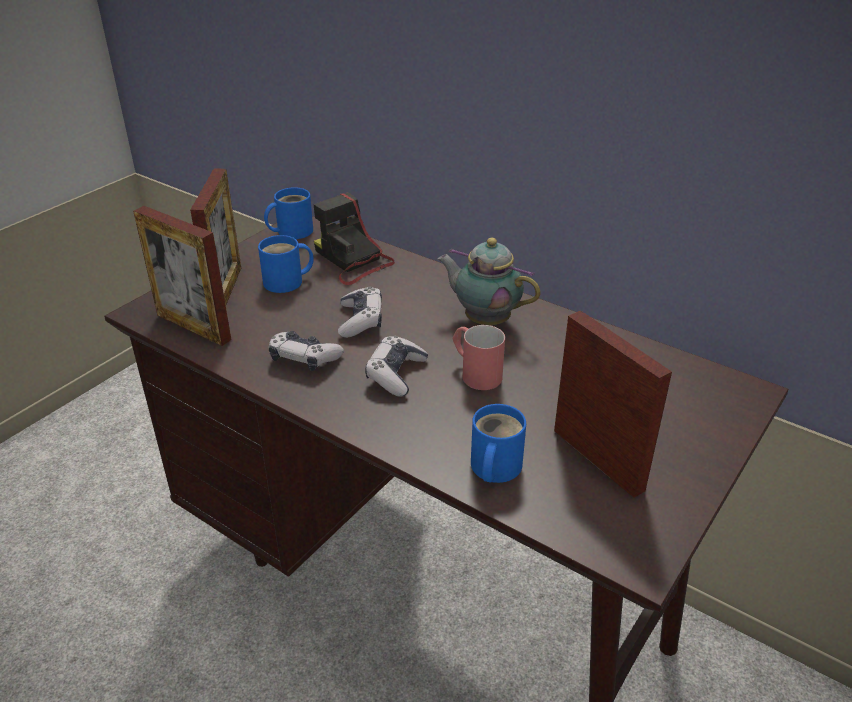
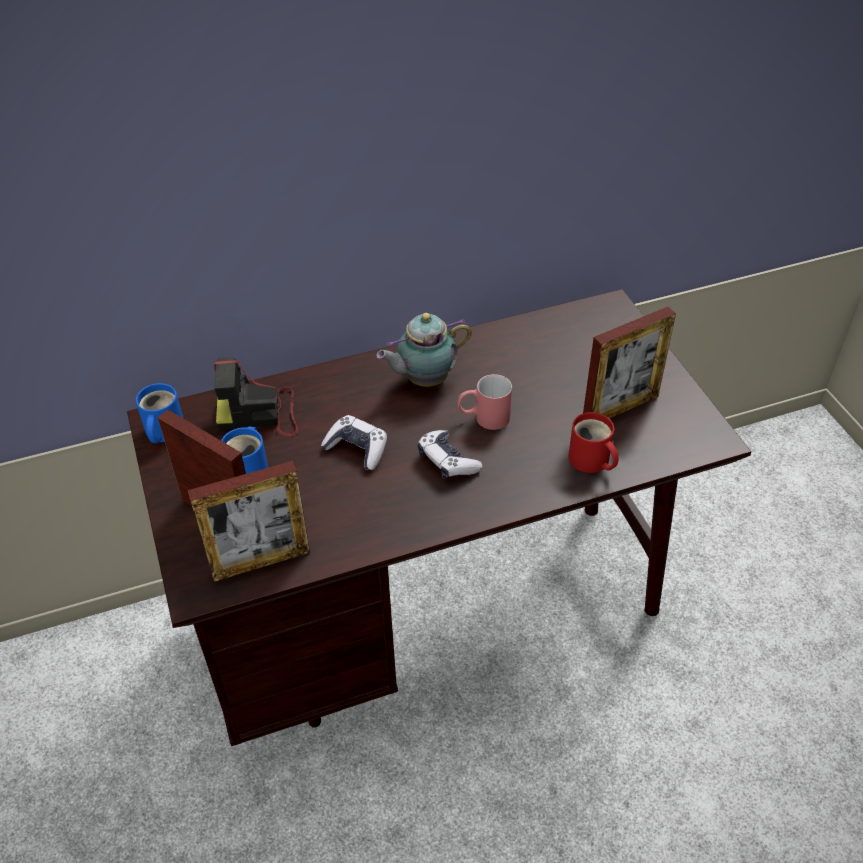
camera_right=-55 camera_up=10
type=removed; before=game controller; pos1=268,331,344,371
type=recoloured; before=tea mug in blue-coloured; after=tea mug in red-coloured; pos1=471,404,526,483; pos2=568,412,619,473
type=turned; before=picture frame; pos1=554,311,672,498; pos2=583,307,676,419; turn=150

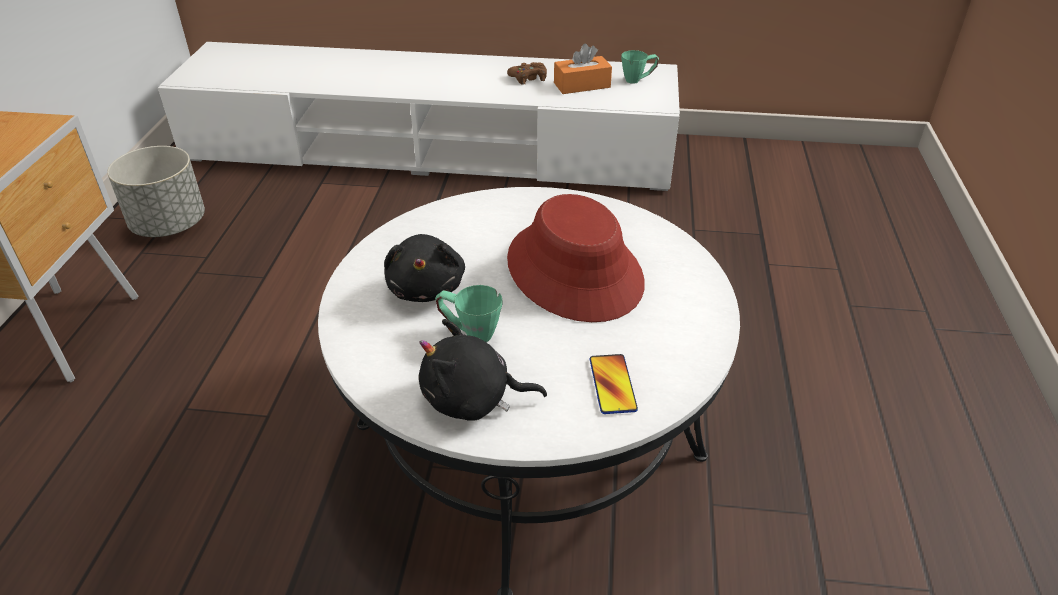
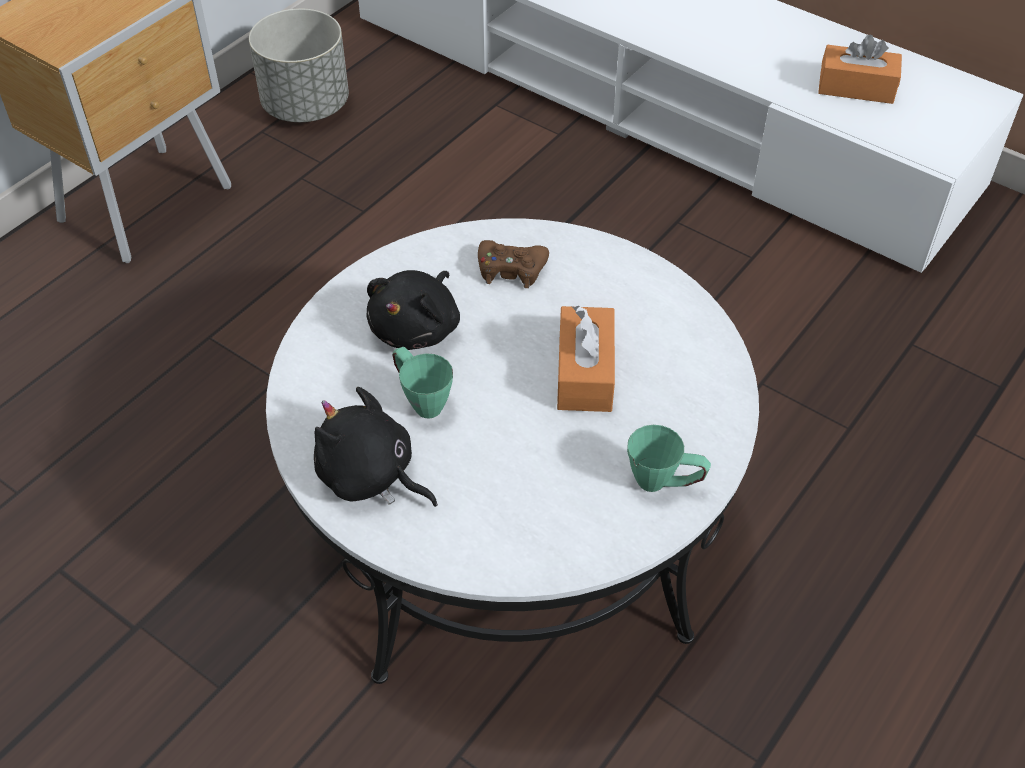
camera_right=30 camera_up=10
type=removed; before=phone; pos1=590,354,638,414
type=moved; before=game controller in brown; pos1=507,62,547,85; pos2=478,240,549,288
type=moved; before=tea mug in green; pos1=621,50,659,84; pos2=627,425,711,492
type=replaced; before=wearable hat in red-coloured; after=tissue holder in orangey; pos1=507,194,645,322; pos2=557,306,615,412

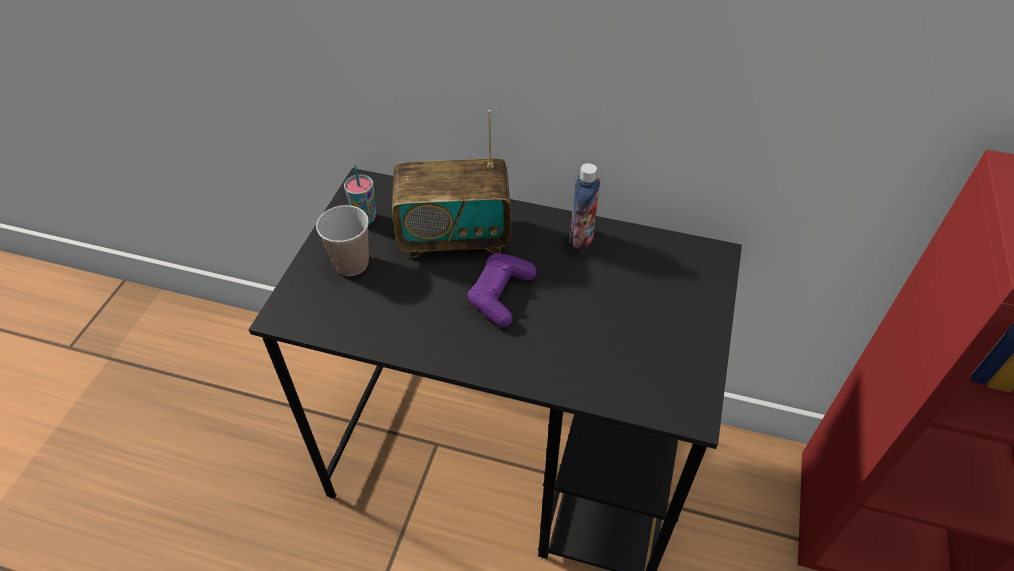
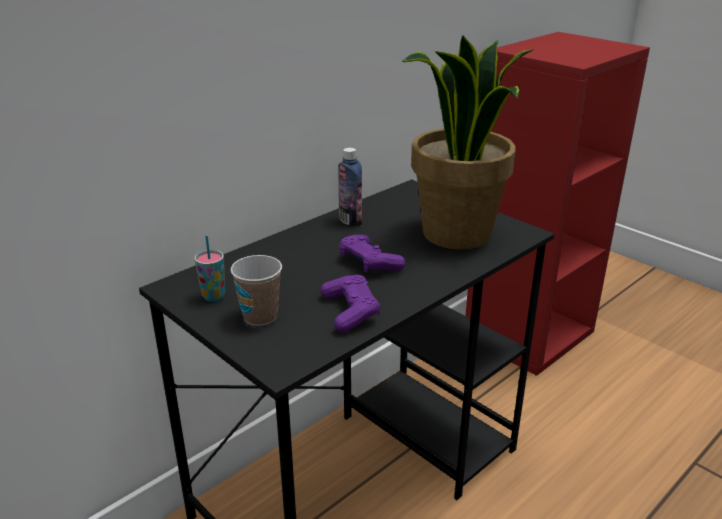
camera_right=-60 camera_up=-20
type=removed; before=radio set; pos1=392,110,511,258
type=added; after=game controller in purplish; pos2=321,275,380,333
type=added; after=potted plant; pos2=401,35,534,250

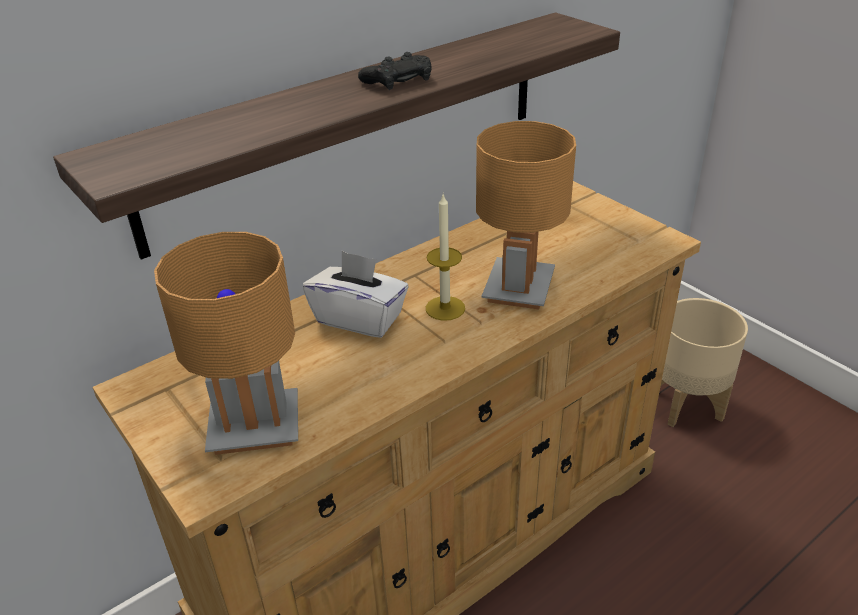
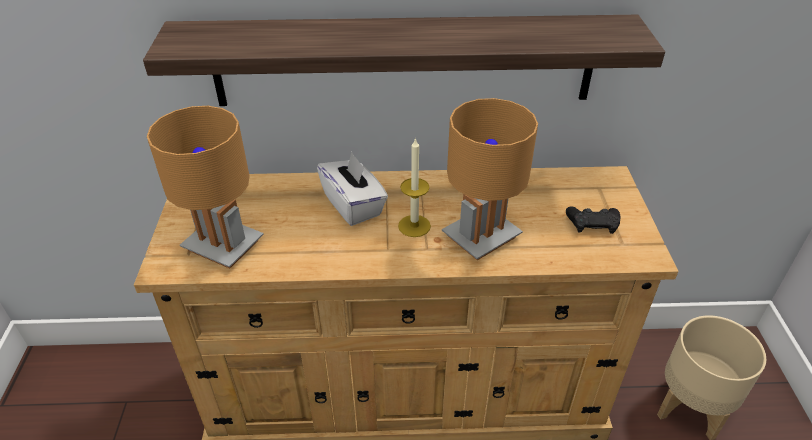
camera_right=35 camera_up=5
type=moved; before=game controller in black-coloured; pos1=358,52,431,90; pos2=566,206,620,234

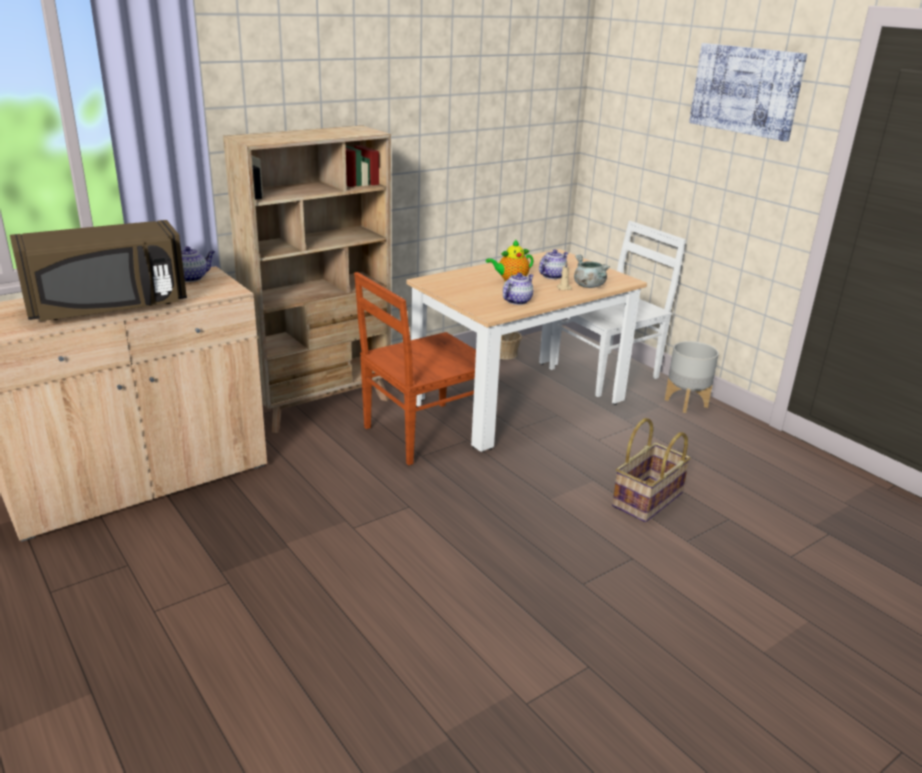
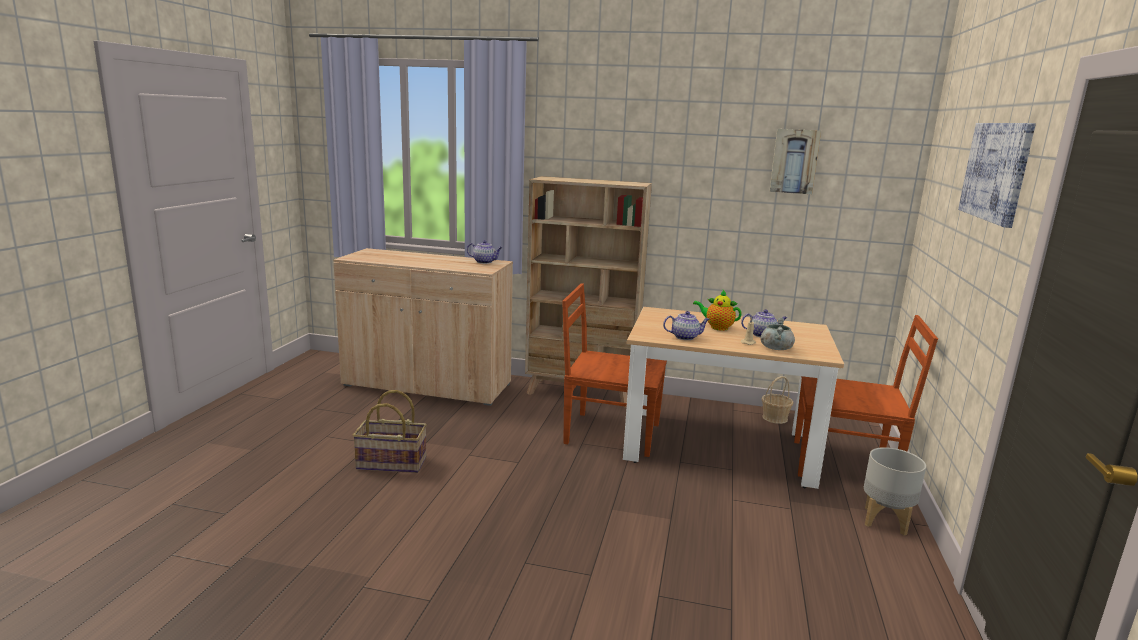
camera_right=50 camera_up=-10
type=removed; before=microwave oven in brown; pos1=10,220,187,321
type=added; after=wall picture; pos2=769,129,821,194
type=moved; before=basket; pos1=612,418,691,522; pos2=353,390,427,473
type=recoloured; before=upright chair in white; after=upright chair in brown; pos1=549,221,686,397; pos2=794,315,938,477

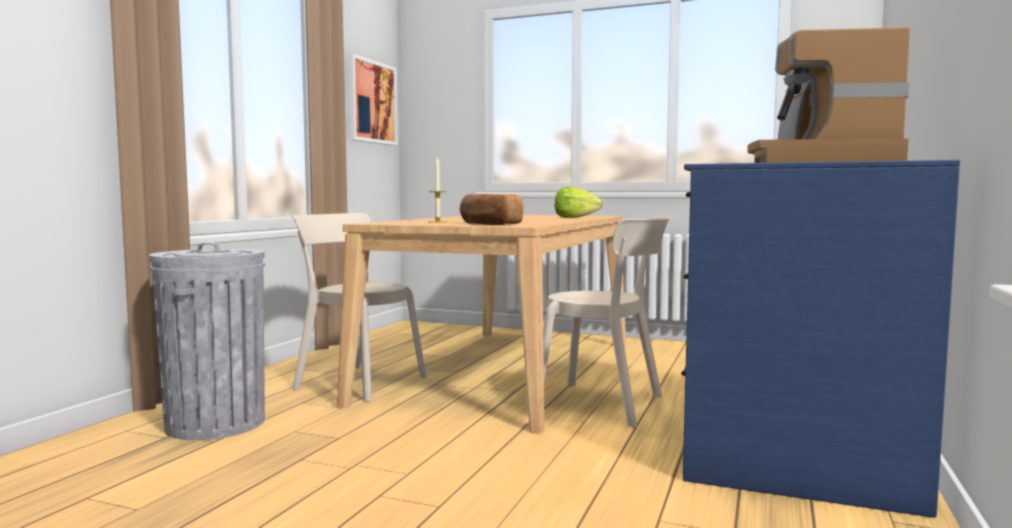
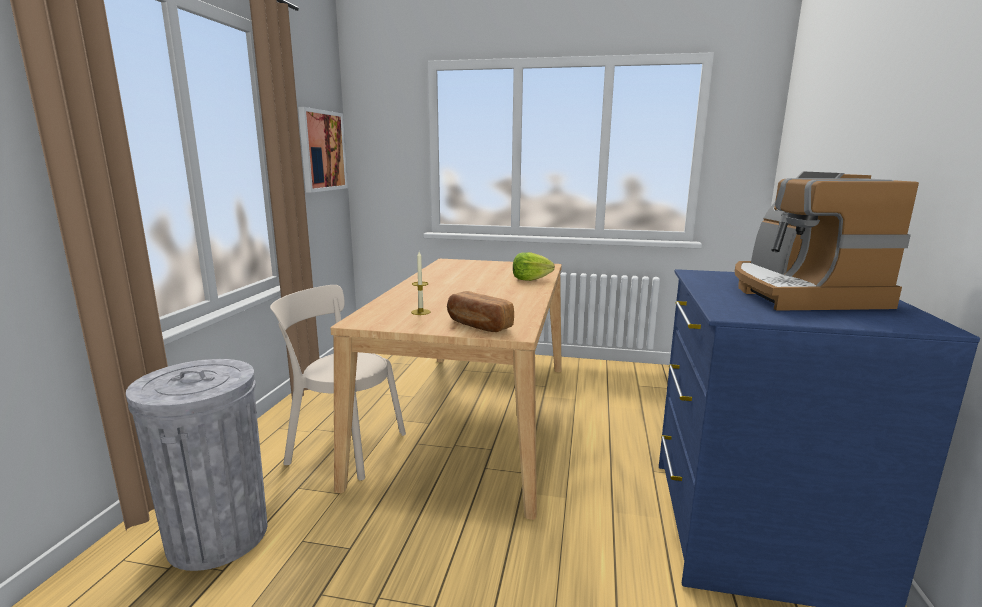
camera_right=-10 camera_up=10
type=removed; before=upright chair in sand-coloured; pos1=543,216,670,428

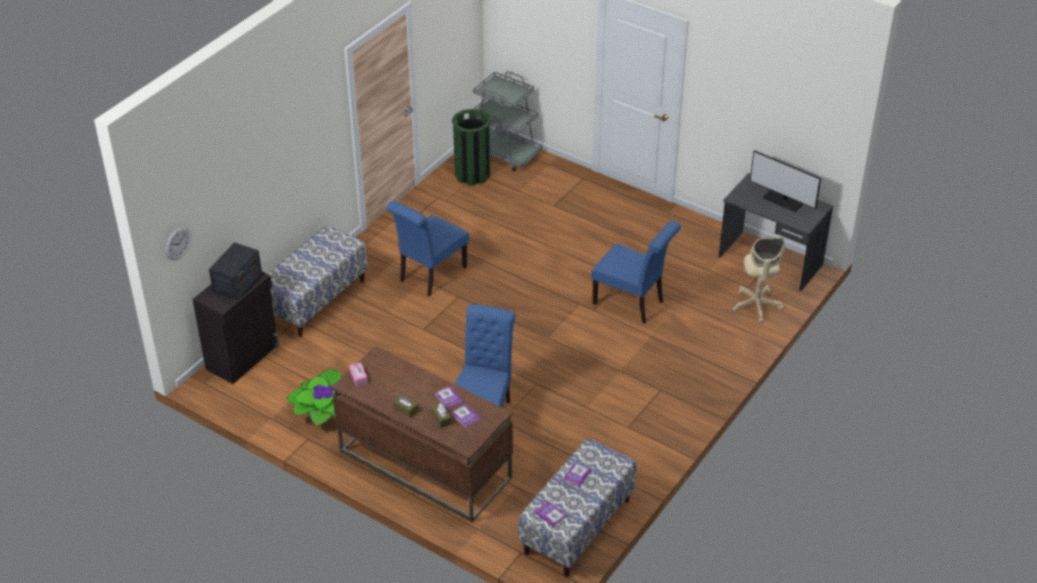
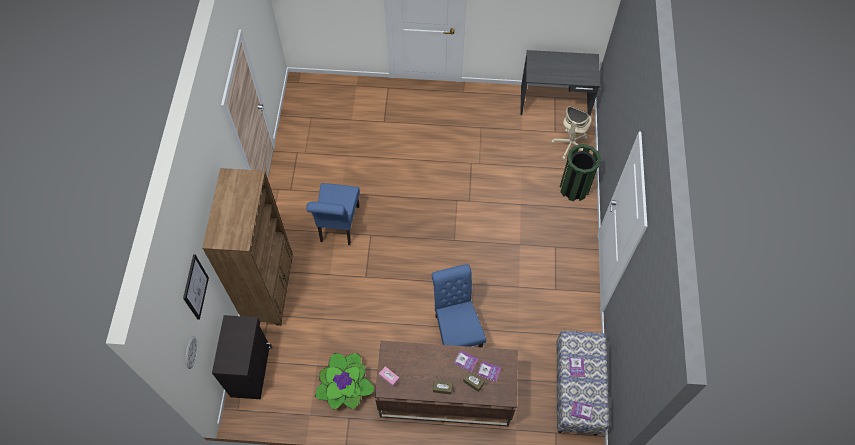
camera_right=-30 camera_up=20
type=removed; before=radio set; pos1=209,242,262,300
type=removed; before=trolley in greyish; pos1=473,71,543,171
type=removed; before=upright chair in blue-coloured; pos1=591,221,681,324
type=removed; before=computer display; pos1=750,150,821,212
type=added; after=wall picture; pos2=183,254,209,320
type=moved; before=waste bin in green; pos1=452,109,491,186; pos2=560,144,601,201
type=replaced; before=long seat; after=bookcase in brown; pos1=267,225,368,337; pos2=202,168,293,326
type=turned; before=desk chair in sand-coloured; pos1=733,237,784,323; pos2=551,106,592,160; turn=60

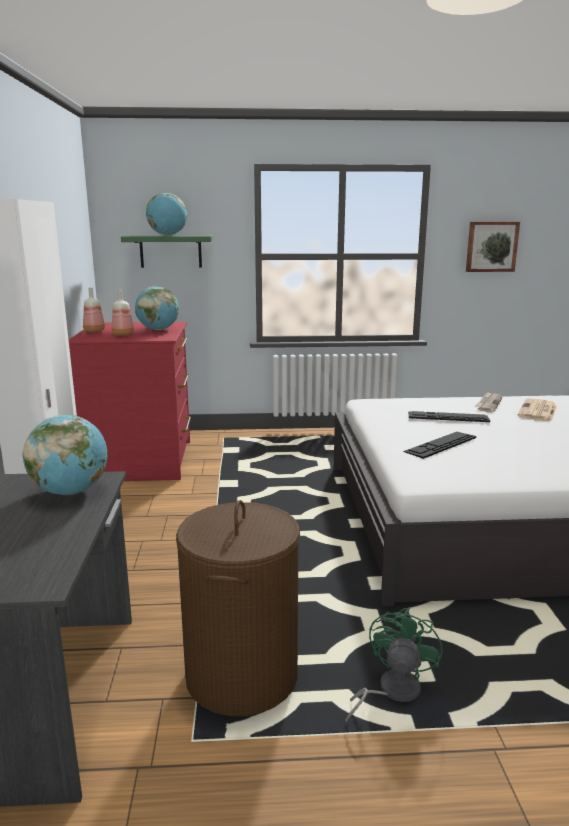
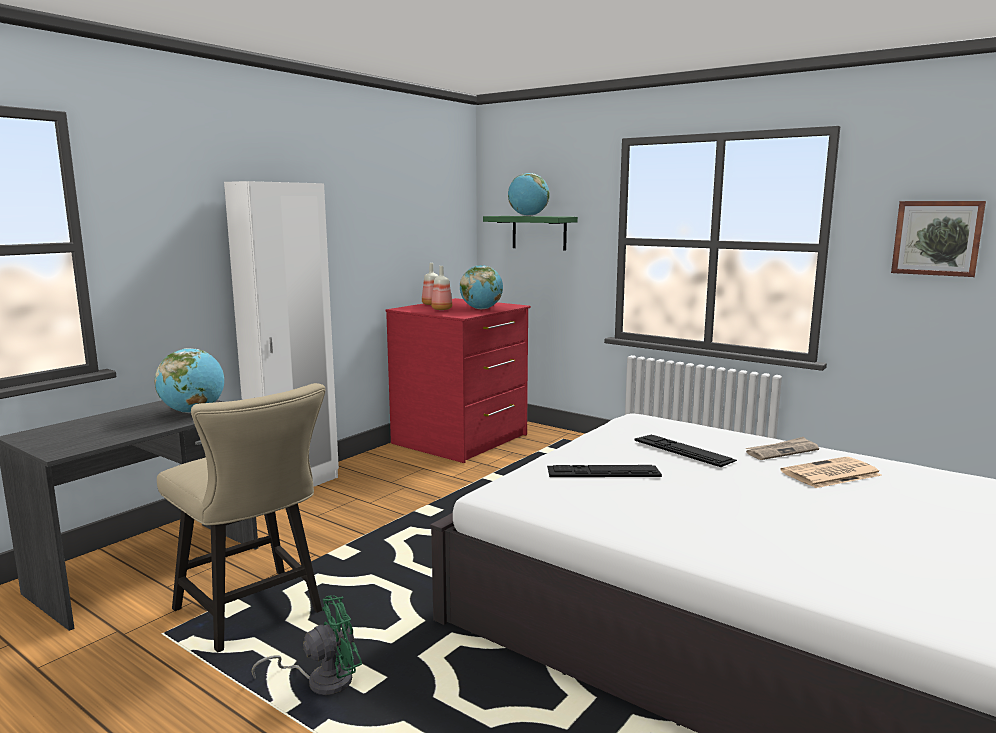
camera_right=40 camera_up=-5
type=replaced; before=washing basket in brown; after=upright chair in sand-coloured; pos1=176,500,300,716; pos2=157,383,325,653

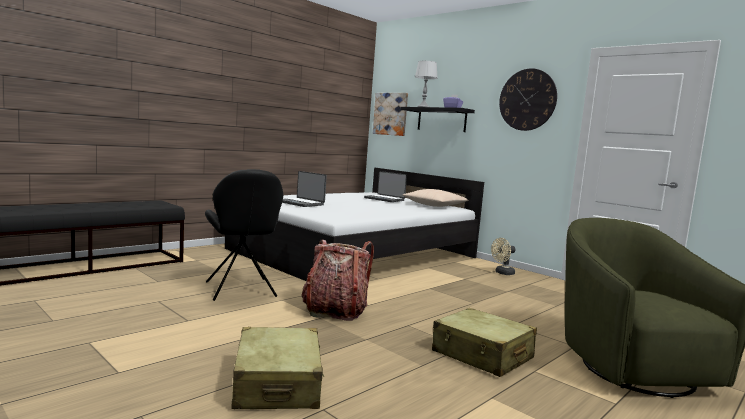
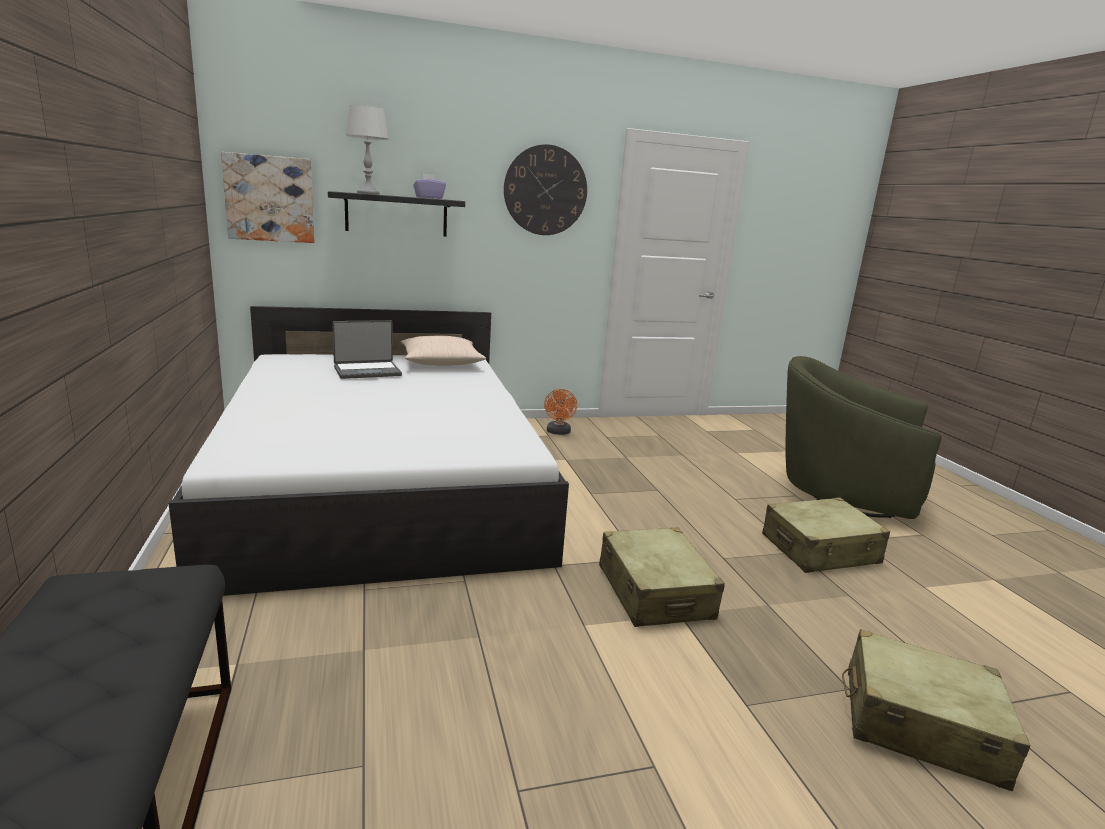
camera_right=-60 camera_up=10
type=removed; before=upright chair in black-coloured; pos1=205,169,283,301
type=removed; before=laptop; pos1=282,171,327,207
type=replaced; before=rucksack; after=suitcase in sand-coloured; pos1=301,240,374,321; pos2=599,528,725,627
type=recoloured; before=fan in sand-coloured; after=fan in orangey; pos1=491,238,516,275; pos2=544,389,577,435

